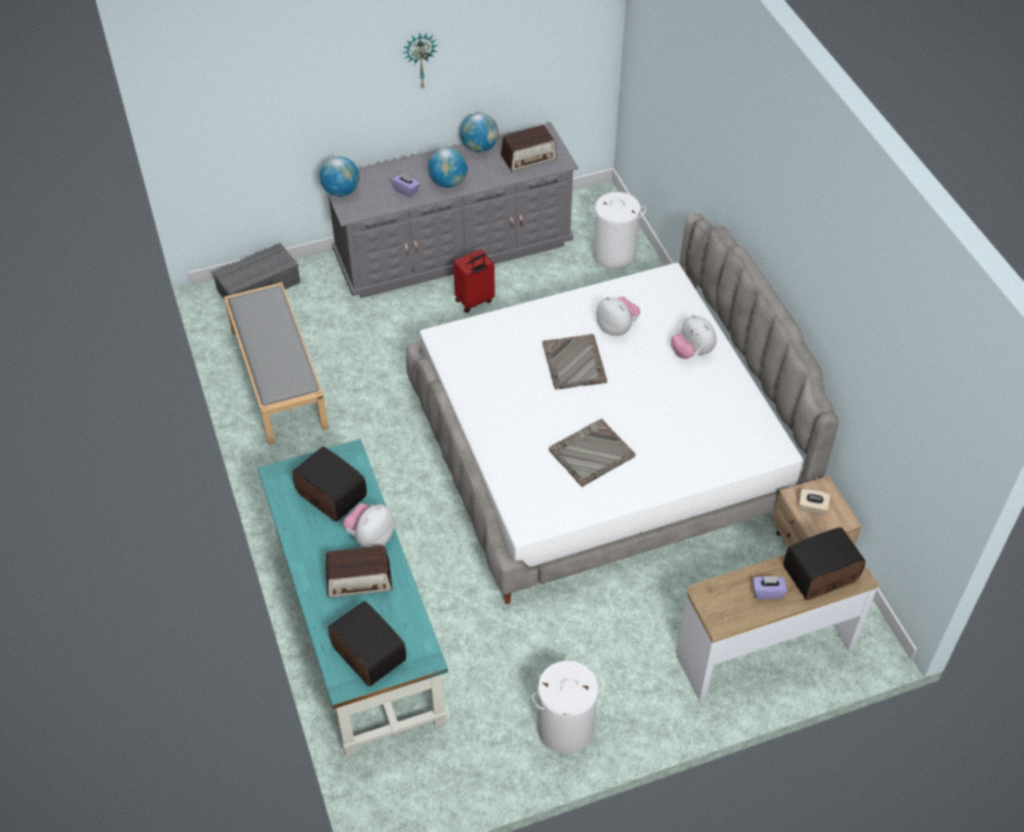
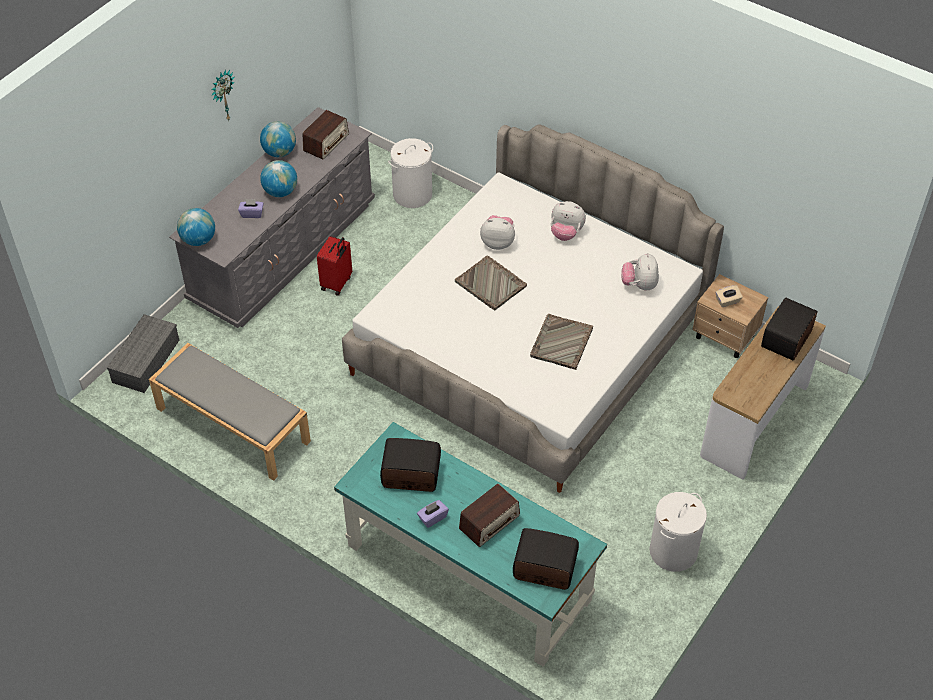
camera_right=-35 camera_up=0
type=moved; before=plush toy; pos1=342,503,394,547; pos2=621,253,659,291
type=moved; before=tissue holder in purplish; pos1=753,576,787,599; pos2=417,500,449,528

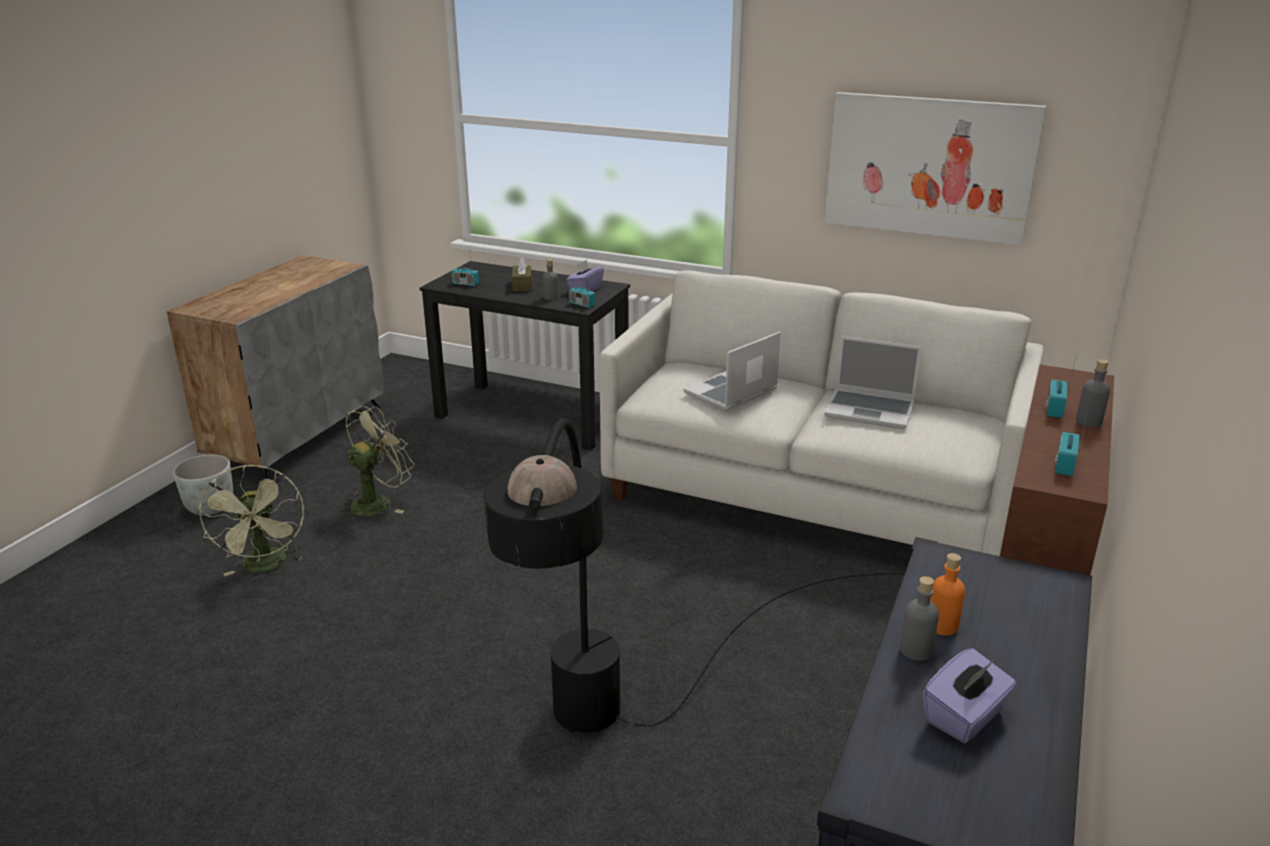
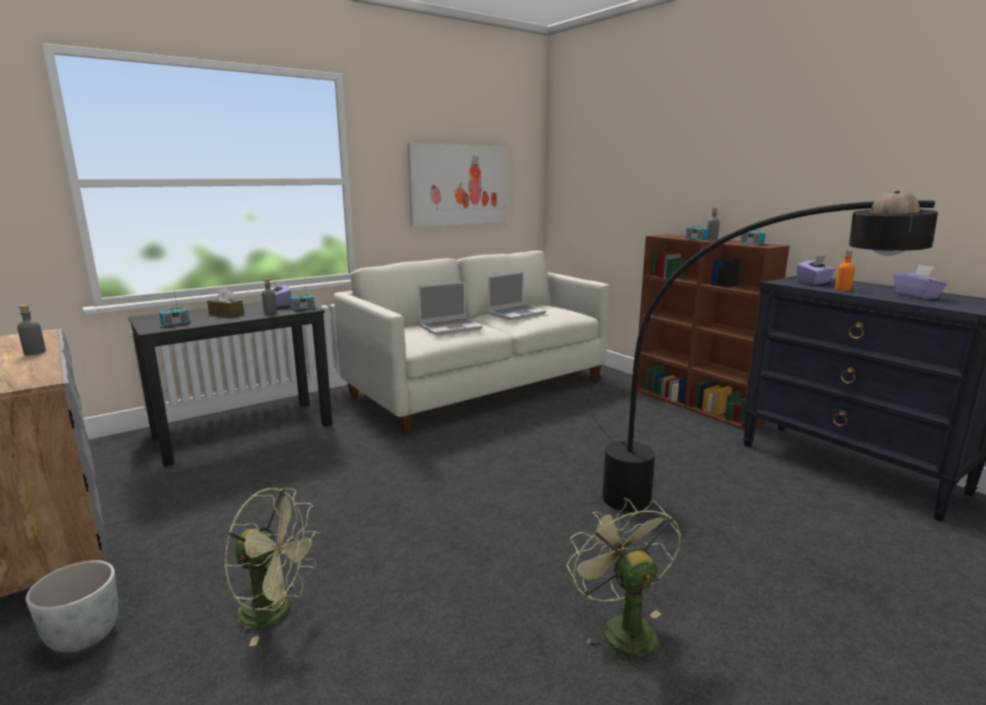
camera_right=-60 camera_up=-10
type=added; after=tissue holder in purplish; pos2=797,256,836,285
type=moved; before=fan in green; pos1=337,406,415,516; pos2=567,498,681,672
type=moved; before=beverage bottle in greyish; pos1=900,576,939,661; pos2=17,305,46,355
type=turned; before=laptop; pos1=683,332,781,411; pos2=418,282,482,335; turn=-105

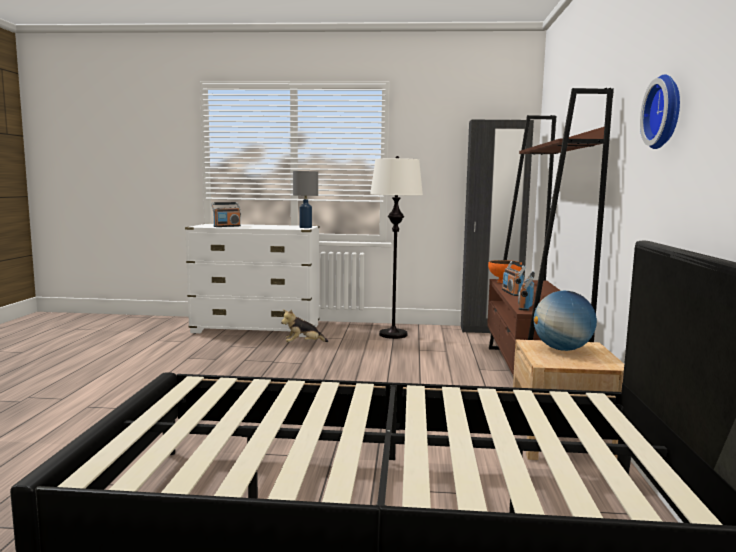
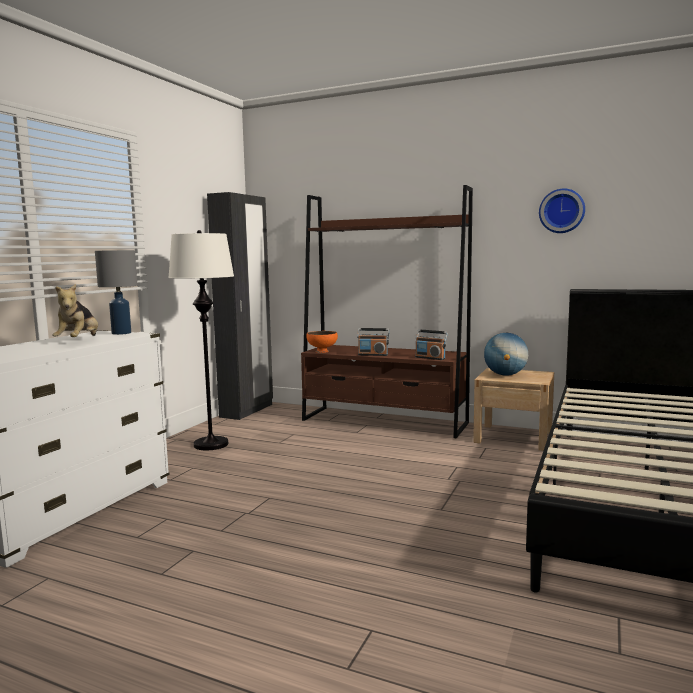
camera_right=-70 camera_up=0
type=removed; before=radio set; pos1=211,202,241,227
type=moved; before=plush toy; pos1=281,309,329,342; pos2=52,284,98,337

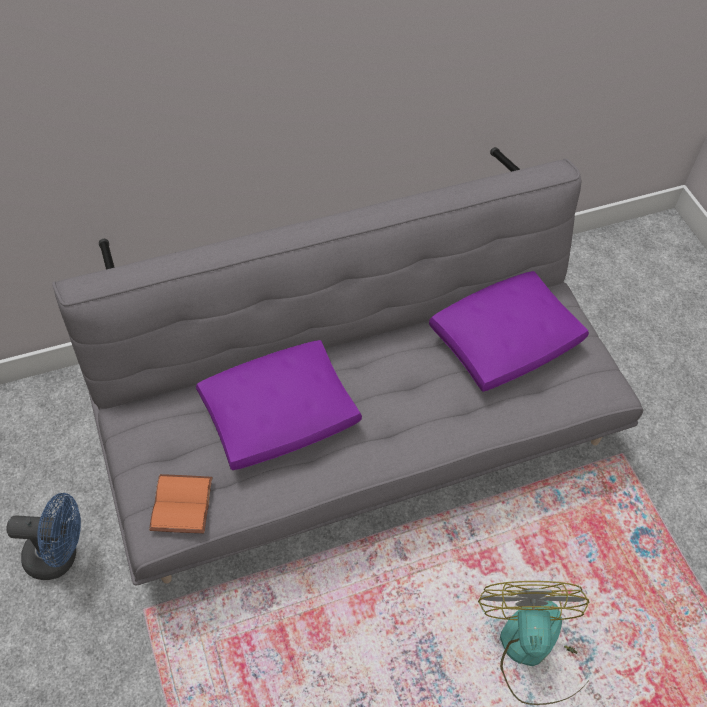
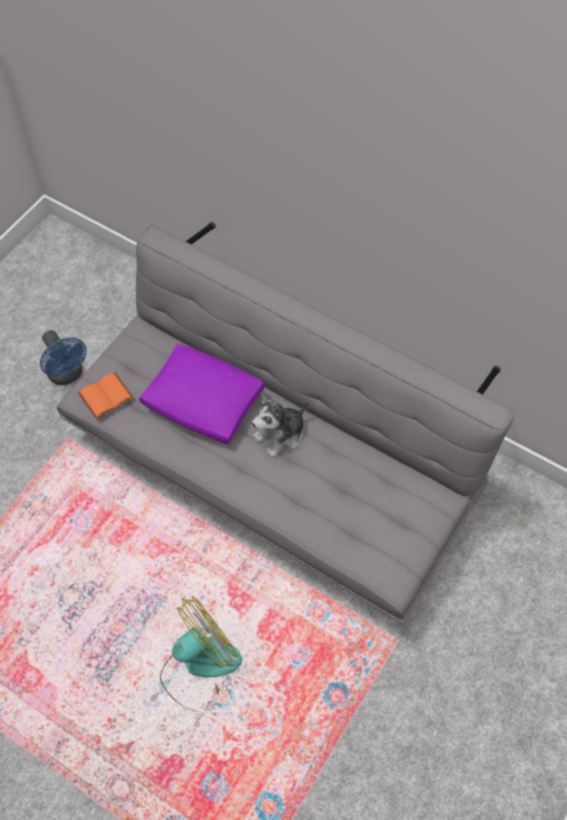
camera_right=55 camera_up=5
type=removed; before=cushion in purplish; pos1=429,271,589,392
type=added; after=plush toy; pos2=252,393,308,458

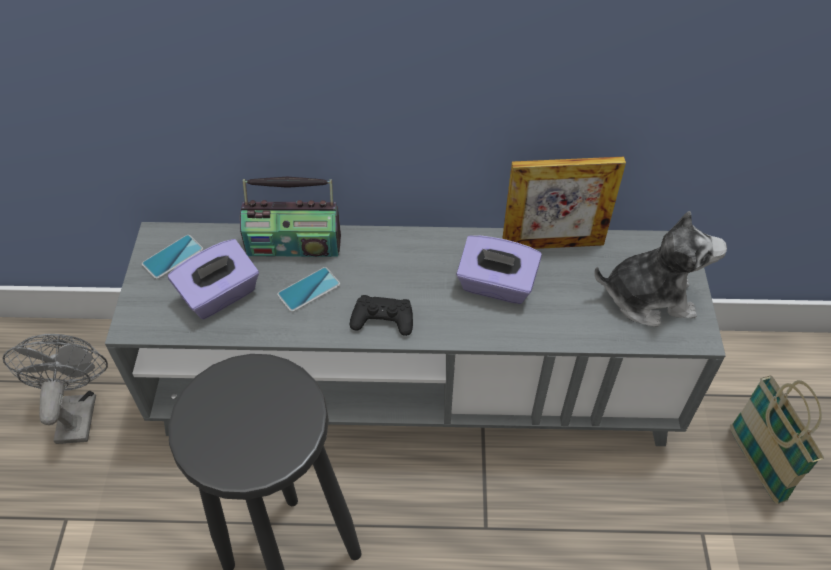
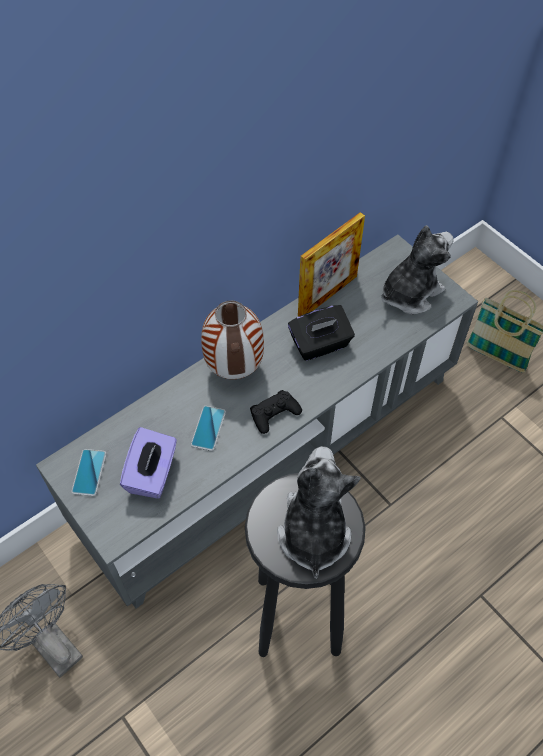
camera_right=-40 camera_up=5
type=removed; before=radio set; pos1=240,177,341,257
type=added; after=decorative vase; pos2=201,300,264,379
type=added; after=plush toy; pos2=277,446,361,579
type=recoloured; before=tissue holder in purplish; after=tissue holder in black-coloured; pos1=456,235,542,304; pos2=288,305,355,361

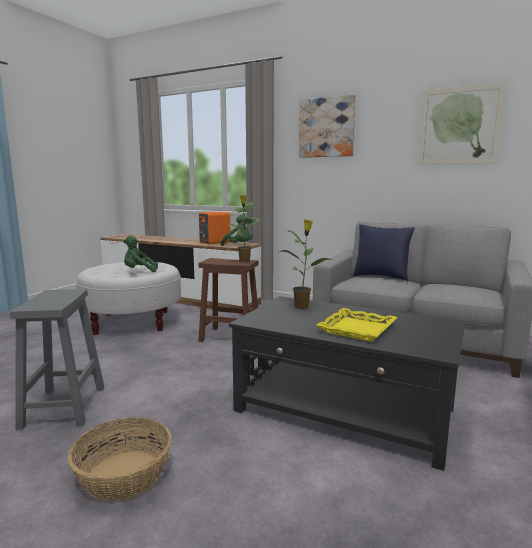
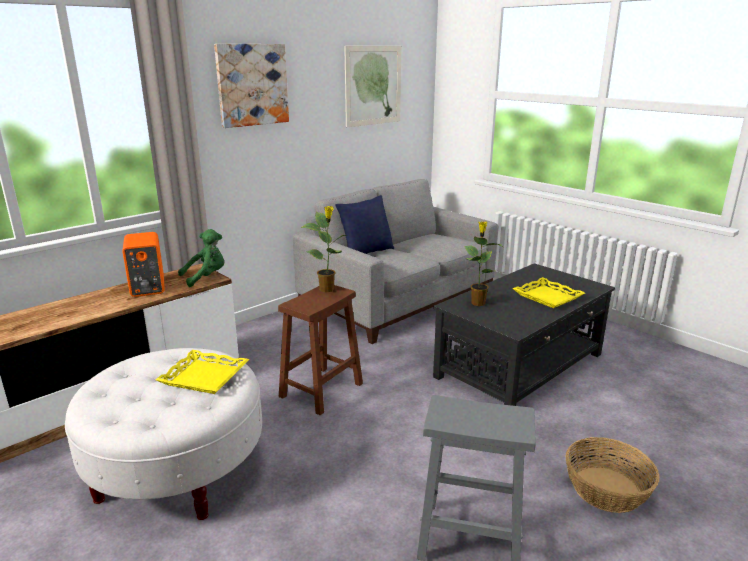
camera_right=-70 camera_up=10
type=replaced; before=plush toy in green; after=serving tray in yellowish; pos1=123,236,158,272; pos2=156,350,249,394

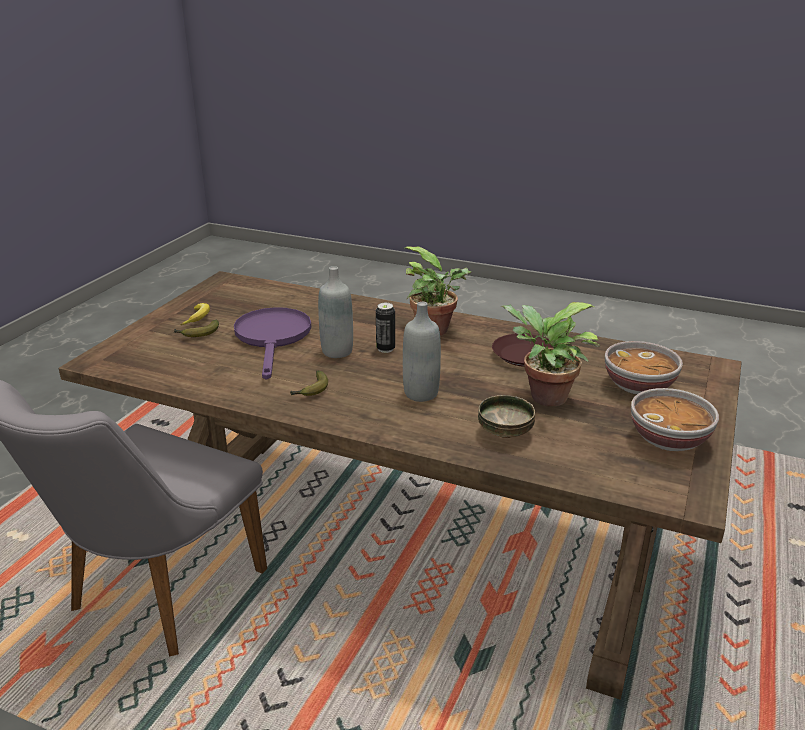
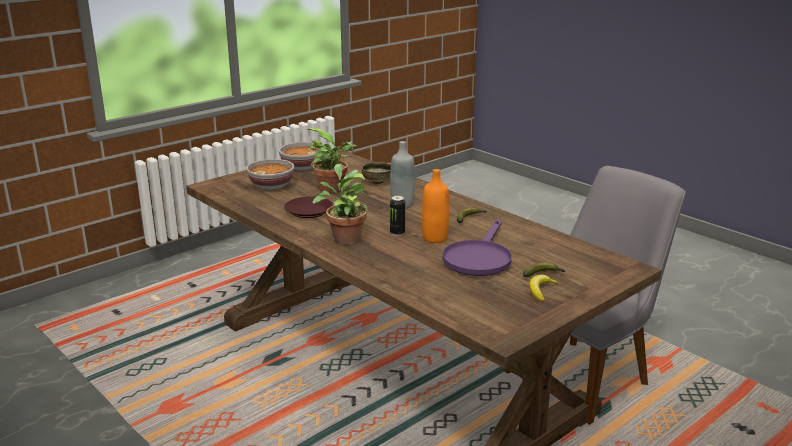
camera_right=-155 camera_up=-5
type=recoloured; before=beverage bottle in greyish; after=beverage bottle in orangey; pos1=318,266,353,358; pos2=422,169,449,243

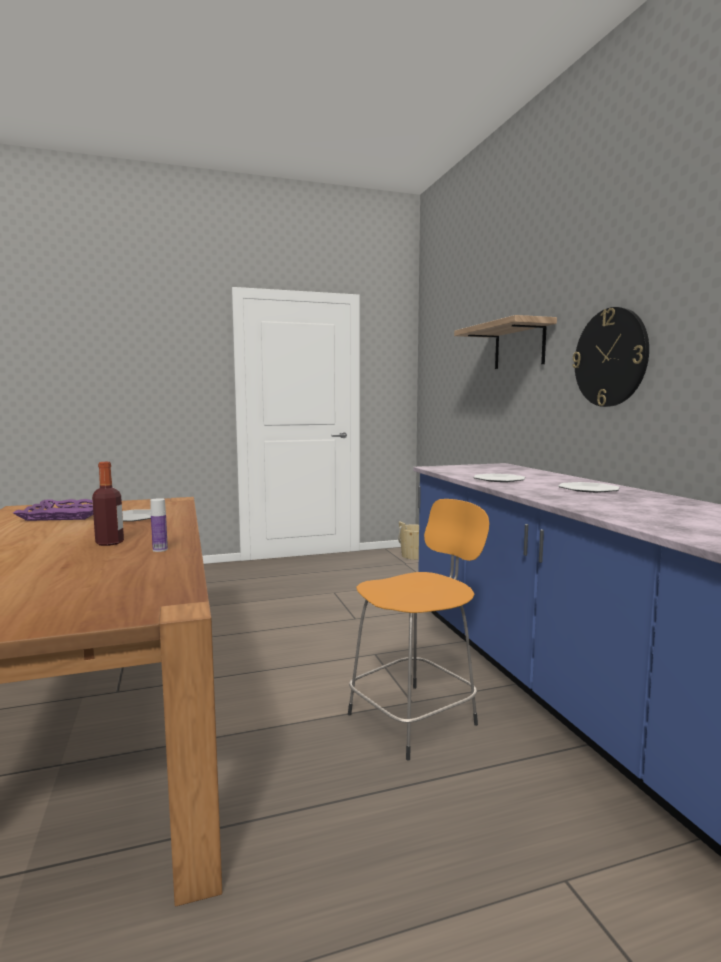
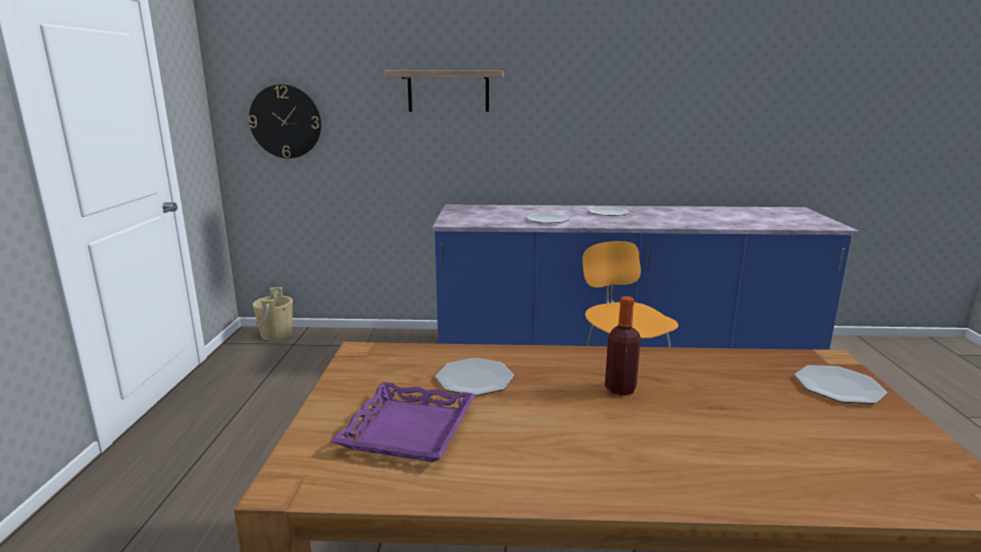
camera_right=-70 camera_up=10
type=removed; before=beverage bottle; pos1=150,498,168,552
type=added; after=dinner plate; pos2=795,365,887,404
type=moved; before=clock on the wall; pos1=572,307,649,407; pos2=248,84,321,158

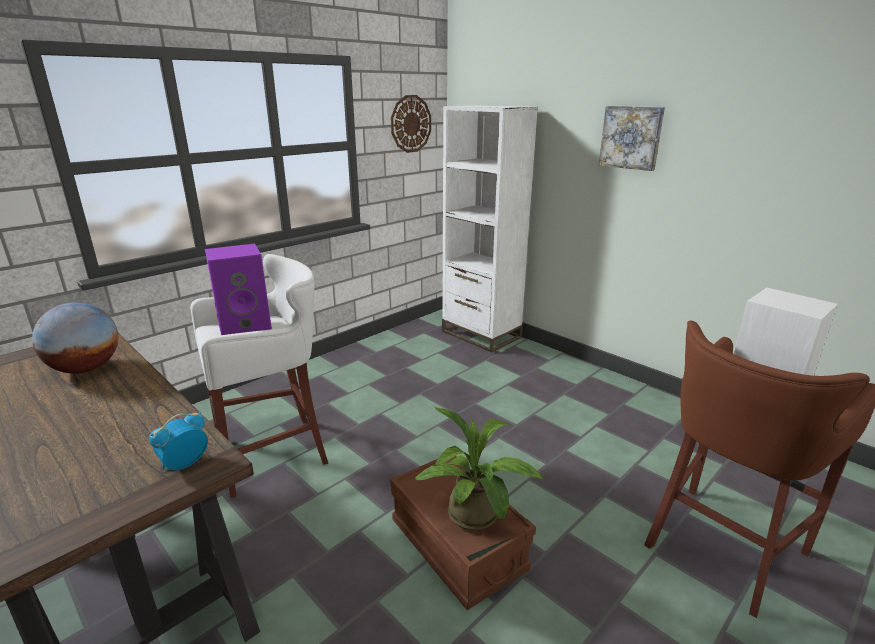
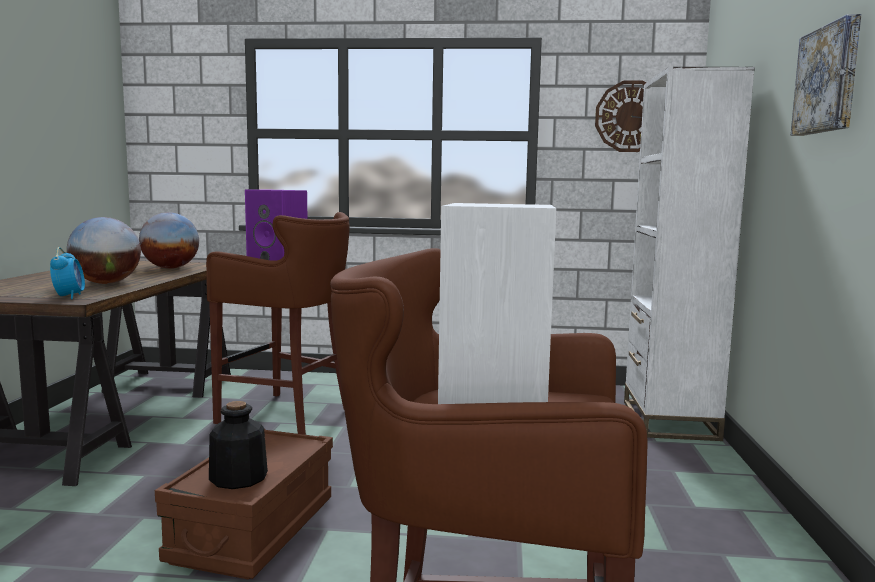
camera_right=50 camera_up=-15
type=added; after=desk globe; pos2=67,217,141,284
type=replaced; before=potted plant; after=beverage bottle; pos1=414,407,543,531; pos2=209,401,268,489
type=recoloured; before=stool in white; after=stool in brown; pos1=191,254,328,498; pos2=206,212,350,435
type=turned; before=table clock; pos1=149,412,208,470; pos2=50,247,85,299; turn=75

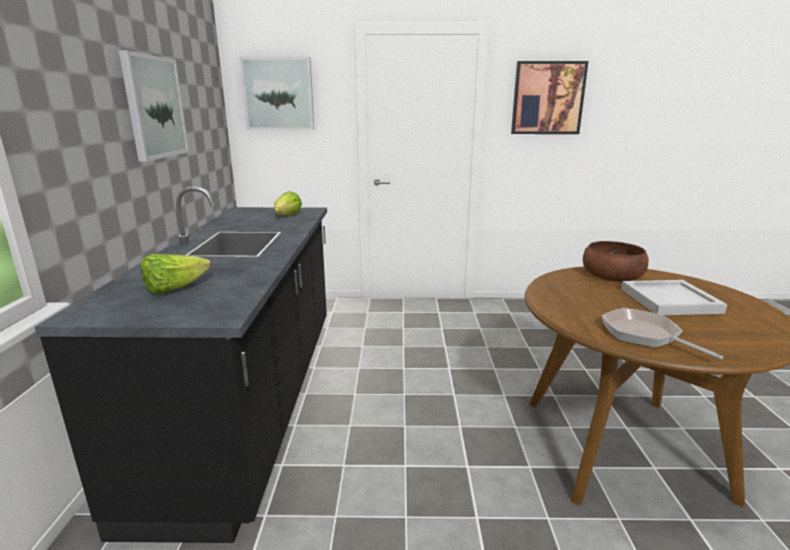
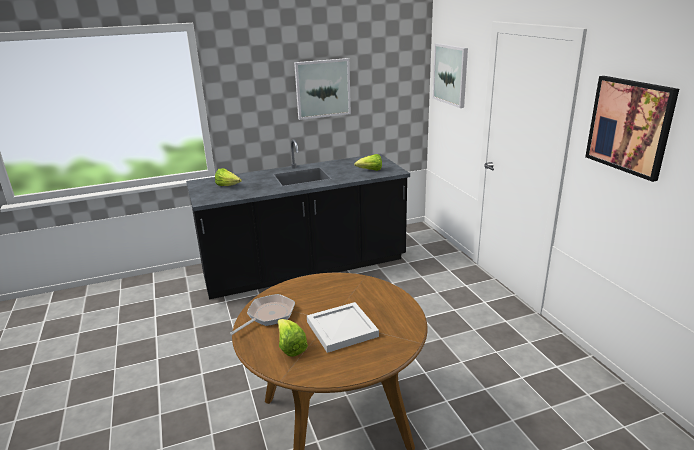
camera_right=70 camera_up=5
type=removed; before=serving bowl in brown; pos1=583,241,649,281
type=added; after=head of lettuce; pos2=277,319,308,357

